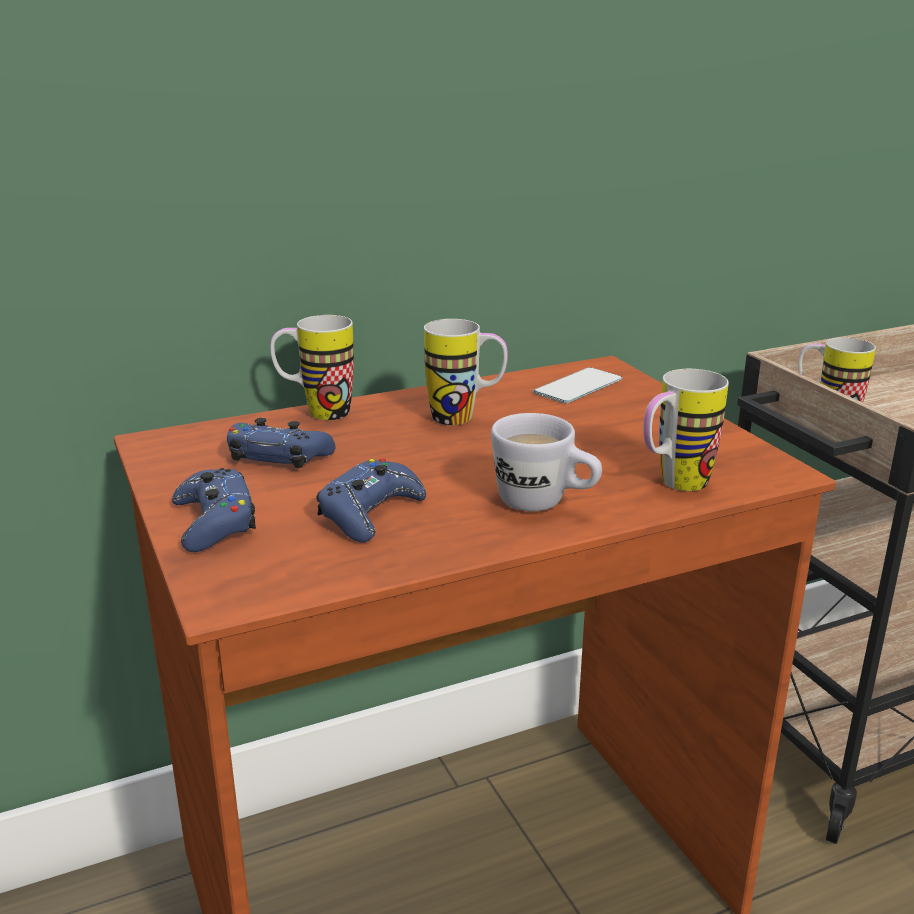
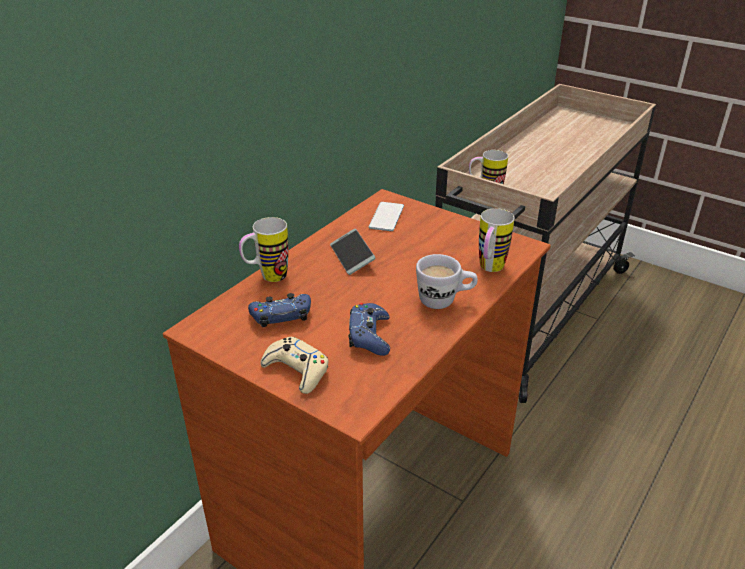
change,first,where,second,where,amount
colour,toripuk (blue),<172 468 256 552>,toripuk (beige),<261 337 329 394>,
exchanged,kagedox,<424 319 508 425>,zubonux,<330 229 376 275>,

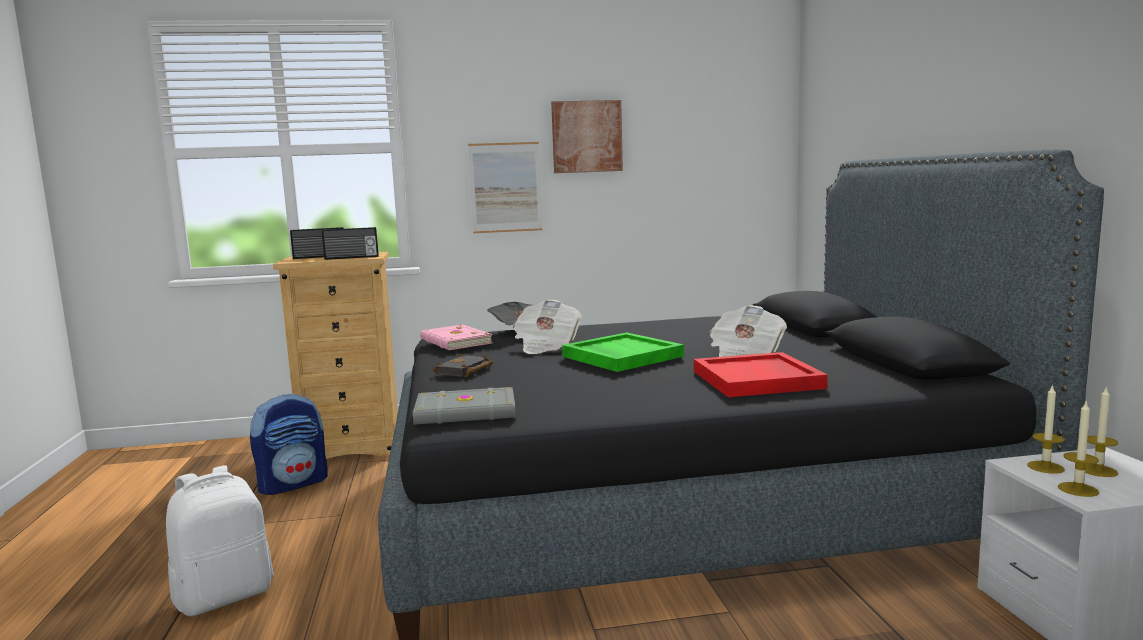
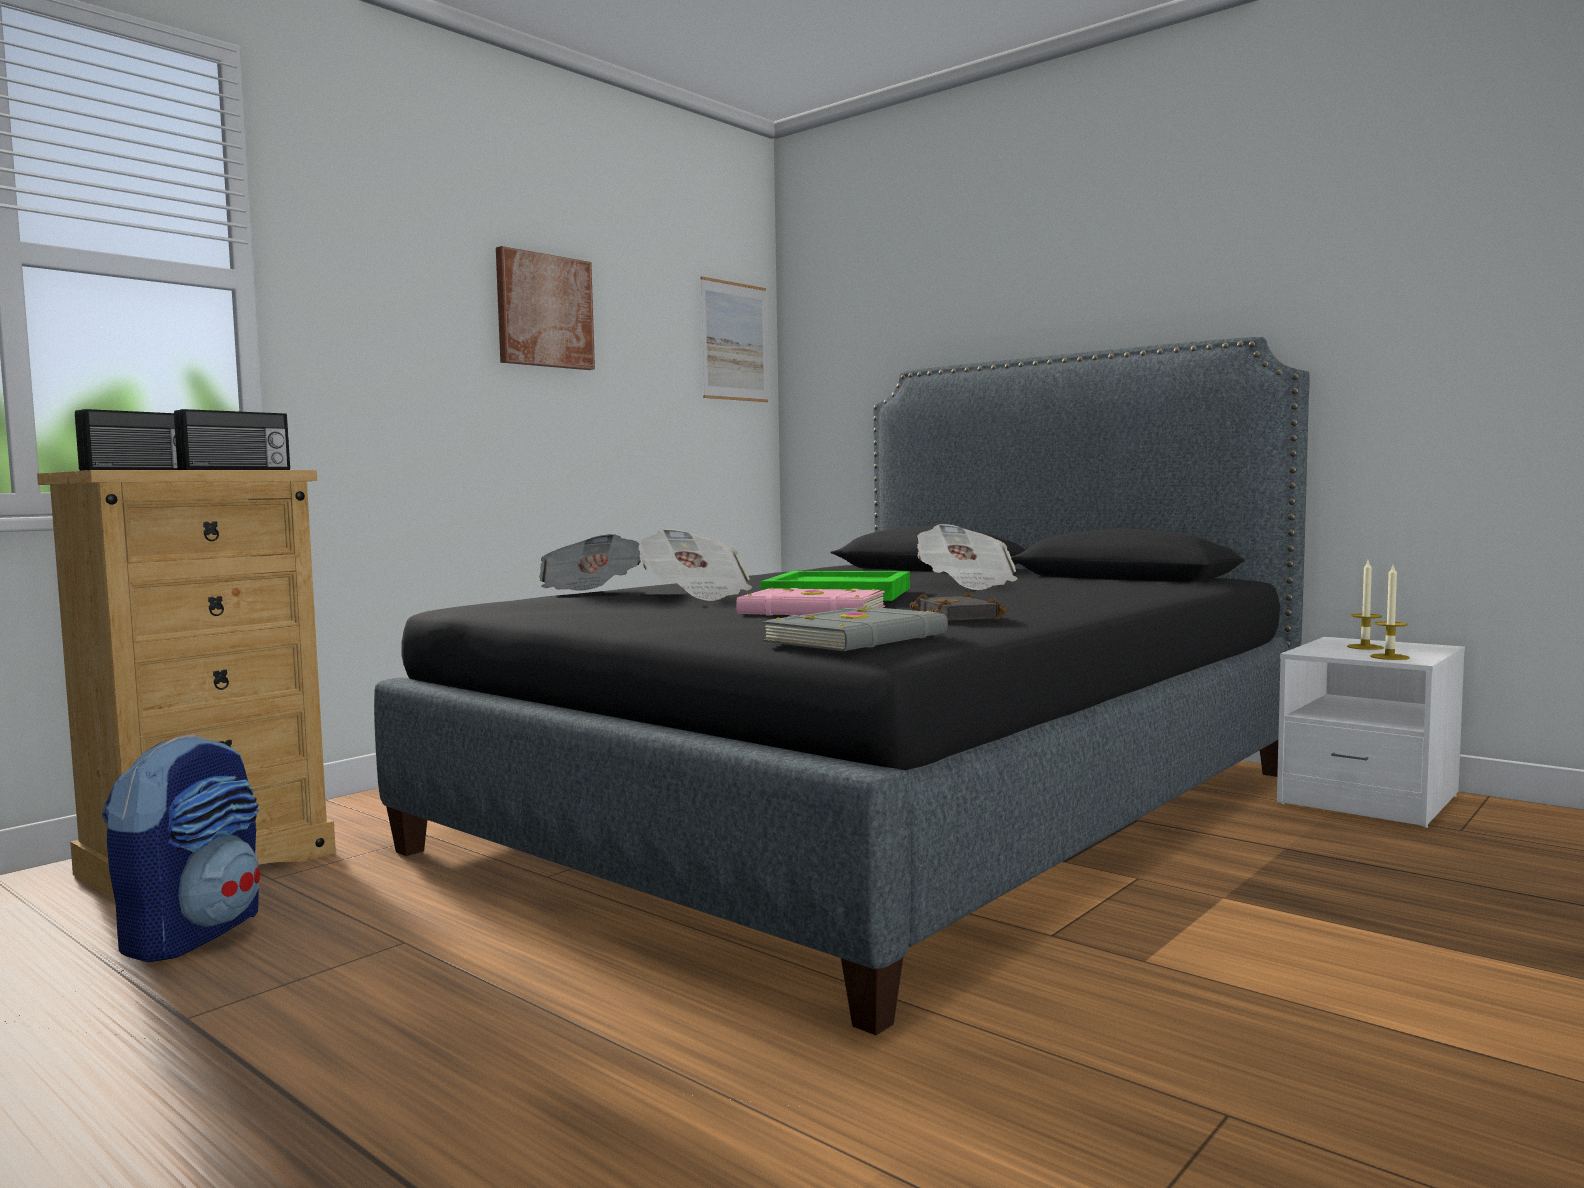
change,first,where,second,where,amount
relocated,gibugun,<468 142 543 233>,,<700 276 768 402>,
relocated,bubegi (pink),<420 325 493 350>,,<736 588 885 616>,
relocated,bubegi (black),<433 354 493 377>,,<910 592 1007 621>,
missing,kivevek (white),<166 465 274 616>,,,
missing,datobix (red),<694 352 828 397>,,,
missing,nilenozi,<1027 384 1065 474>,,,

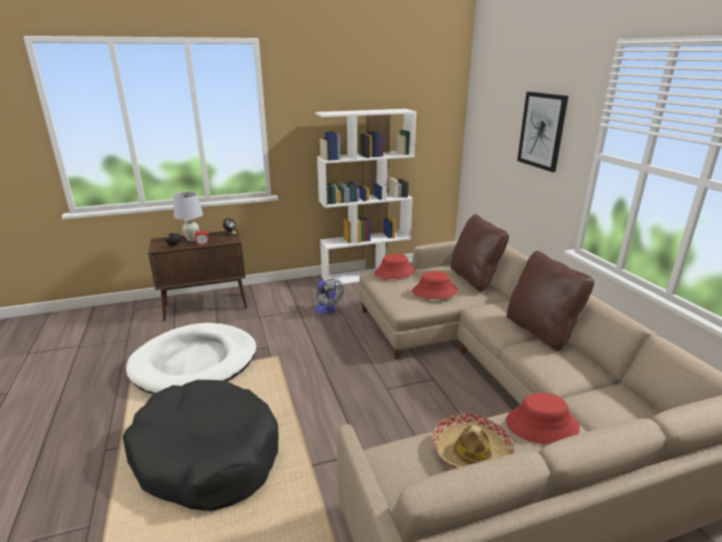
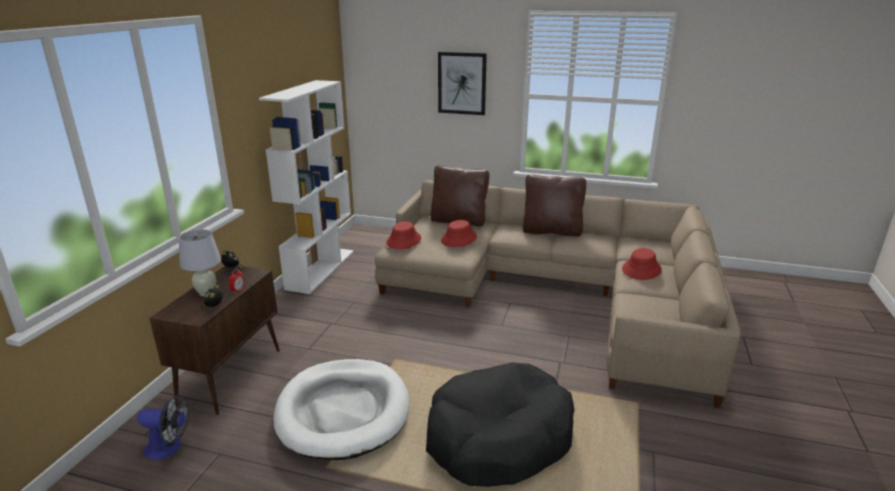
change,first,where,second,where,amount
relocated,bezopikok,<315 279 344 314>,,<137 395 190 460>,
missing,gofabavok,<433 413 515 469>,,,

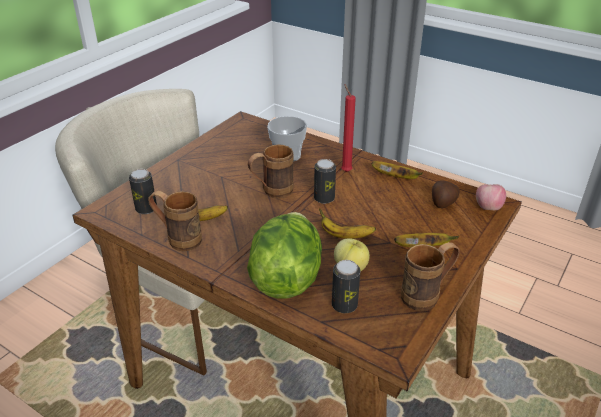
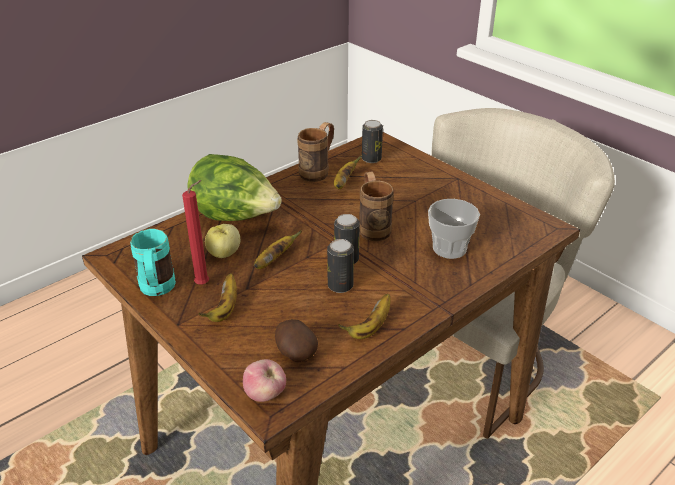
change,first,where,second,where,amount
colour,kagedox (brown),<401 242 460 311>,kagedox (turquoise),<130 229 176 296>,
relocated,nilenozi (red),<341 85 356 172>,,<182 180 209 285>,
relocated,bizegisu,<332 260 360 313>,,<327 239 354 293>,

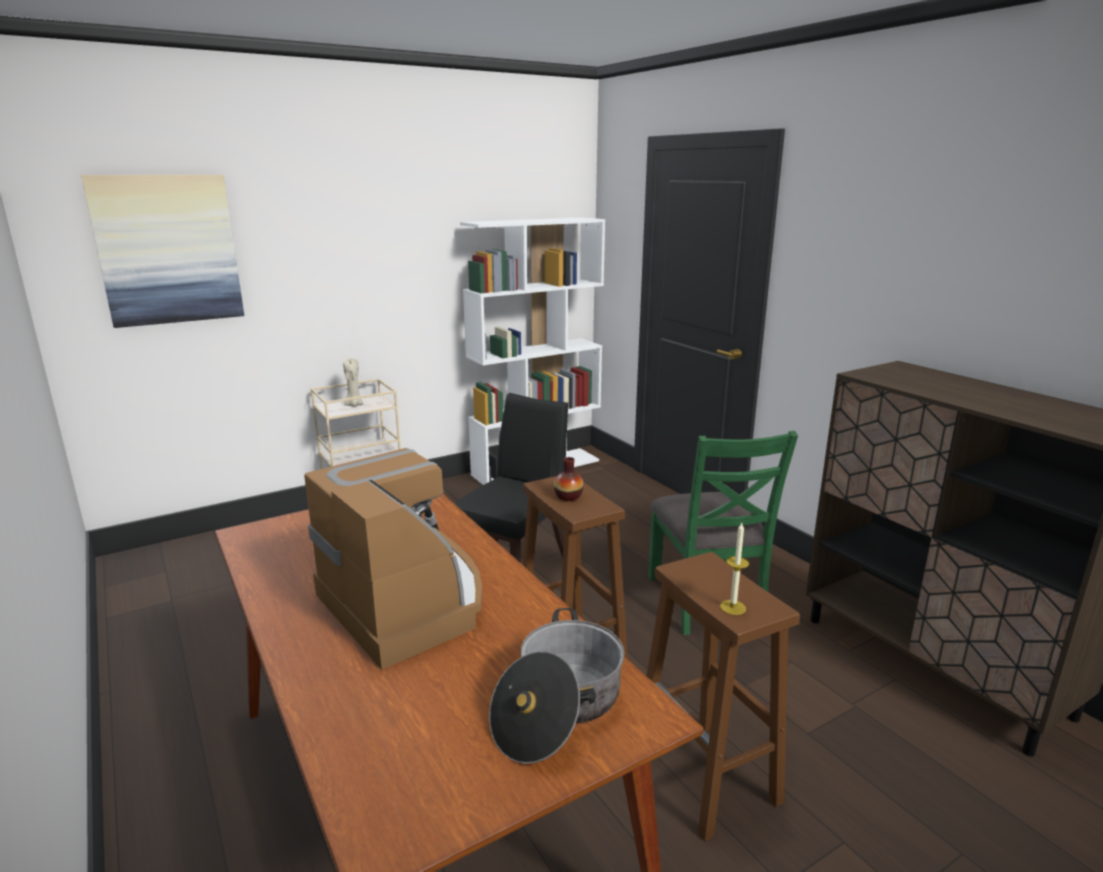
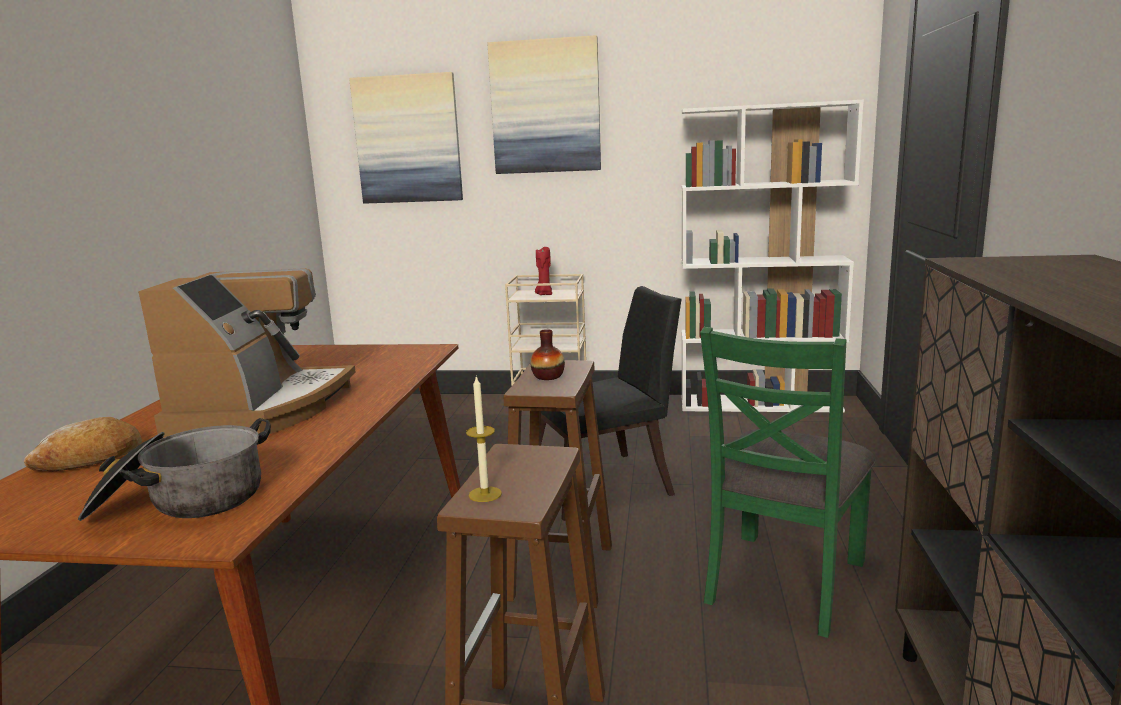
change,first,where,second,where,amount
appeared,,,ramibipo,<24 417 142 472>,
appeared,,,gibugun,<488 35 601 174>,
colour,nilenozi (beige),<343 358 364 407>,nilenozi (red),<535 247 552 295>,

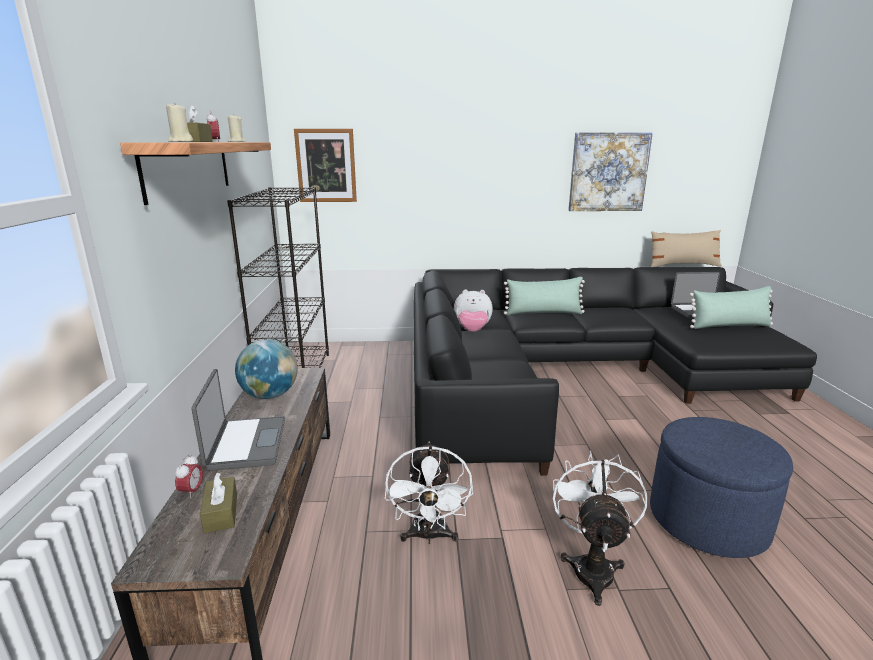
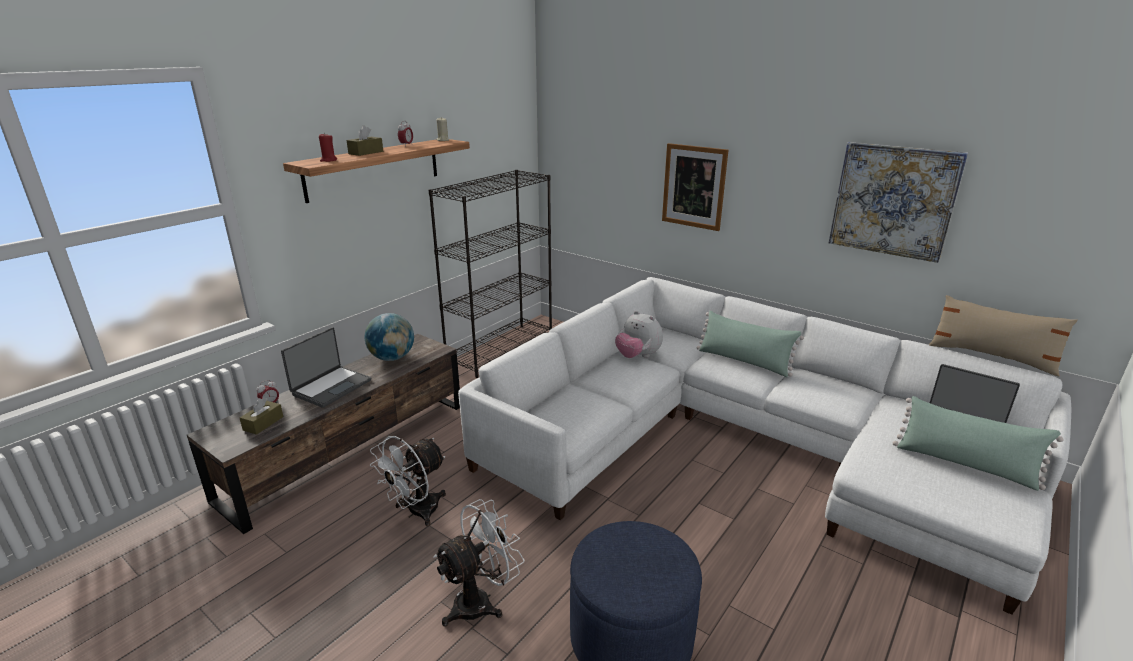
change,first,where,second,where,amount
colour,nilenozi (beige),<166 102 193 142>,nilenozi (red),<319 133 337 162>,
colour,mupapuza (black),<414 267 817 476>,mupapuza (white),<458 277 1071 615>,
relocated,gibugun,<294 129 357 202>,,<662 143 728 231>,

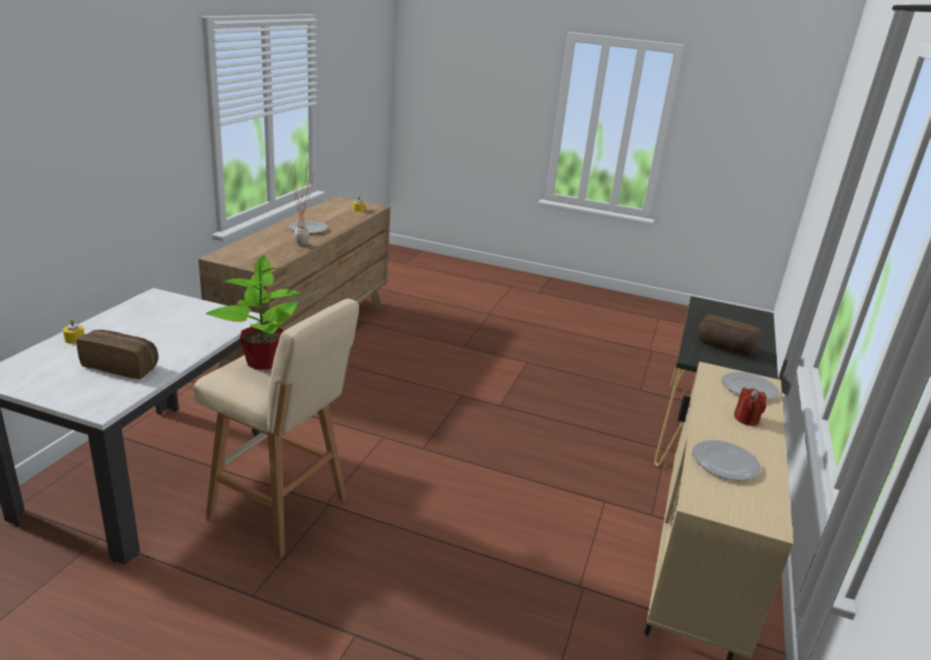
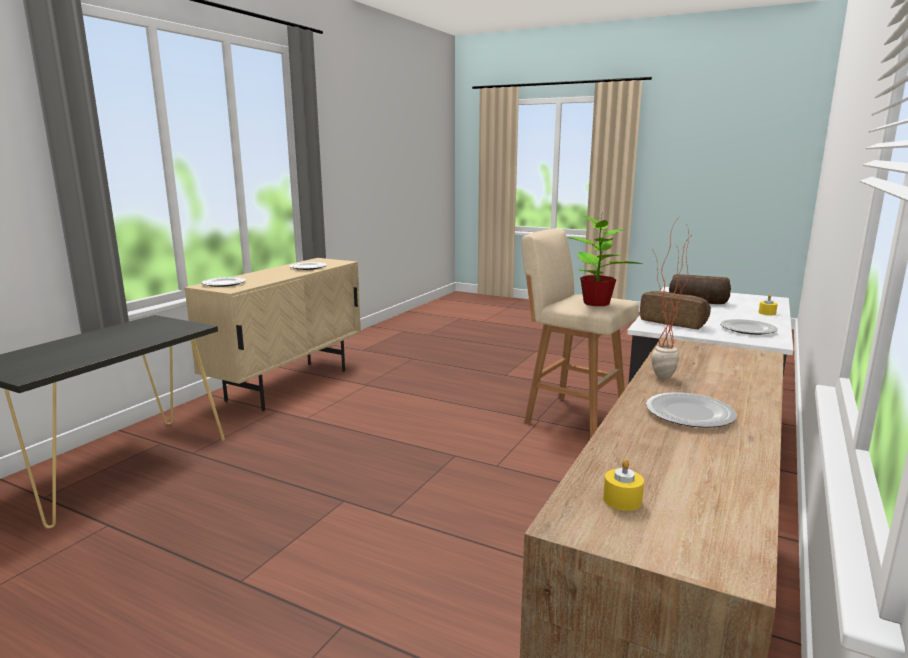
change,first,where,second,where,amount
relocated,ramibipo,<697 314 761 355>,,<640 291 711 329>,
appeared,,,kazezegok,<720 319 778 335>,
missing,nilenozi (red),<734 387 766 426>,,,

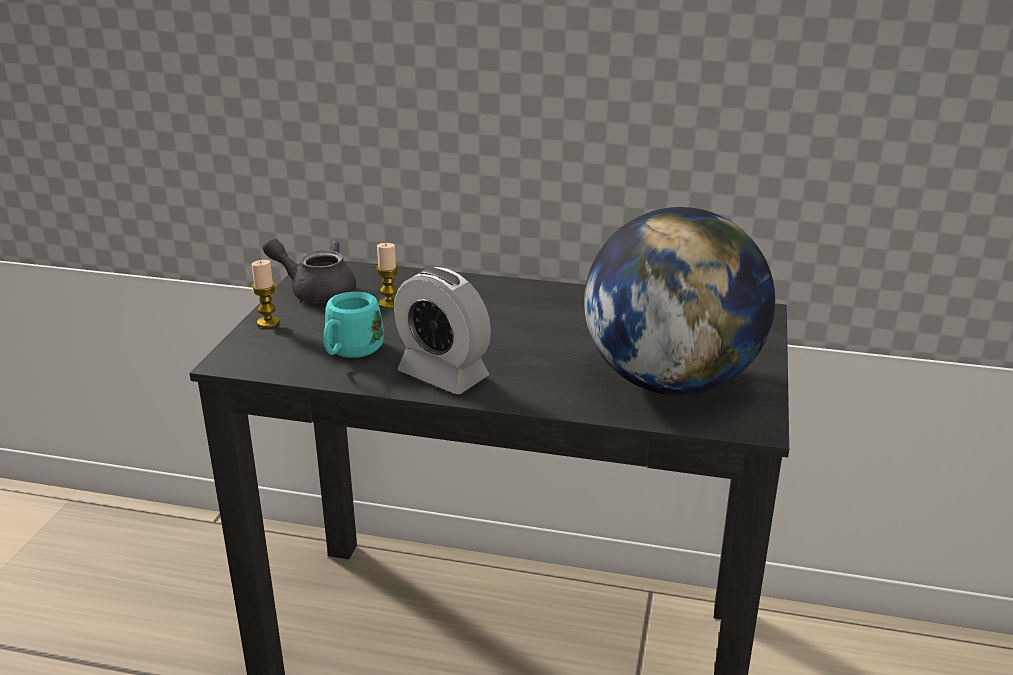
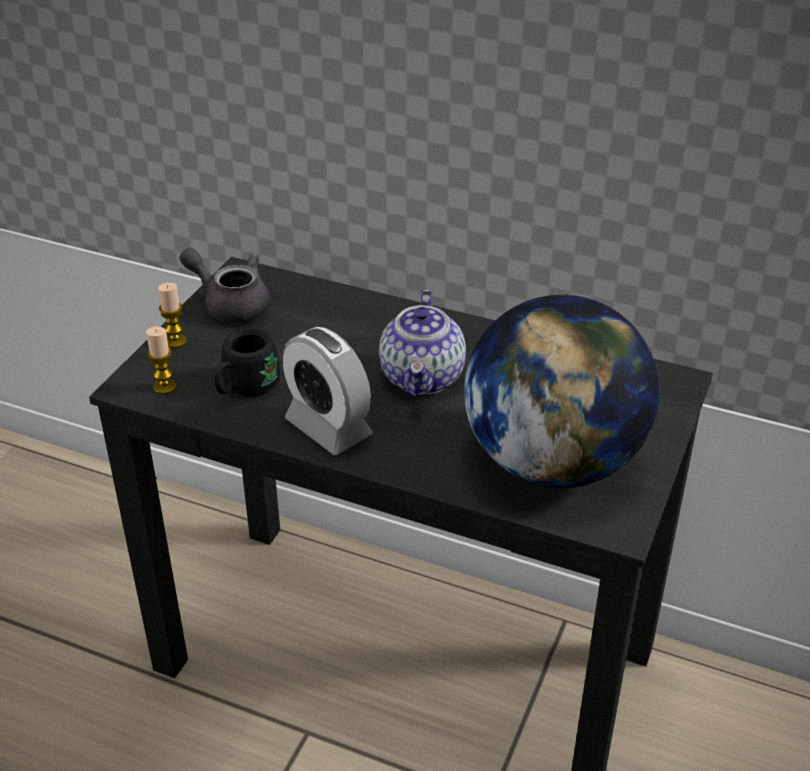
change,first,where,second,where,amount
relocated,nilenozi,<376 243 398 309>,,<146 327 177 394>,
colour,kagedox (turquoise),<323 292 384 358>,kagedox (black),<214 328 280 397>,
appeared,,,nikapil,<379 290 466 398>,

